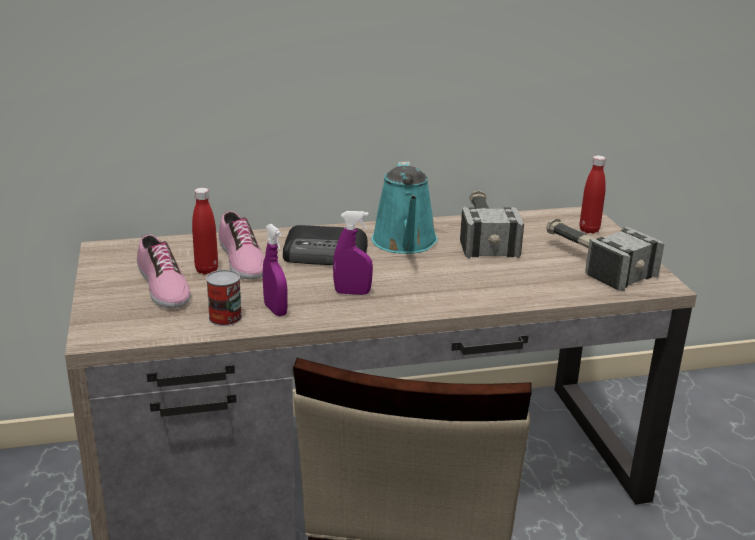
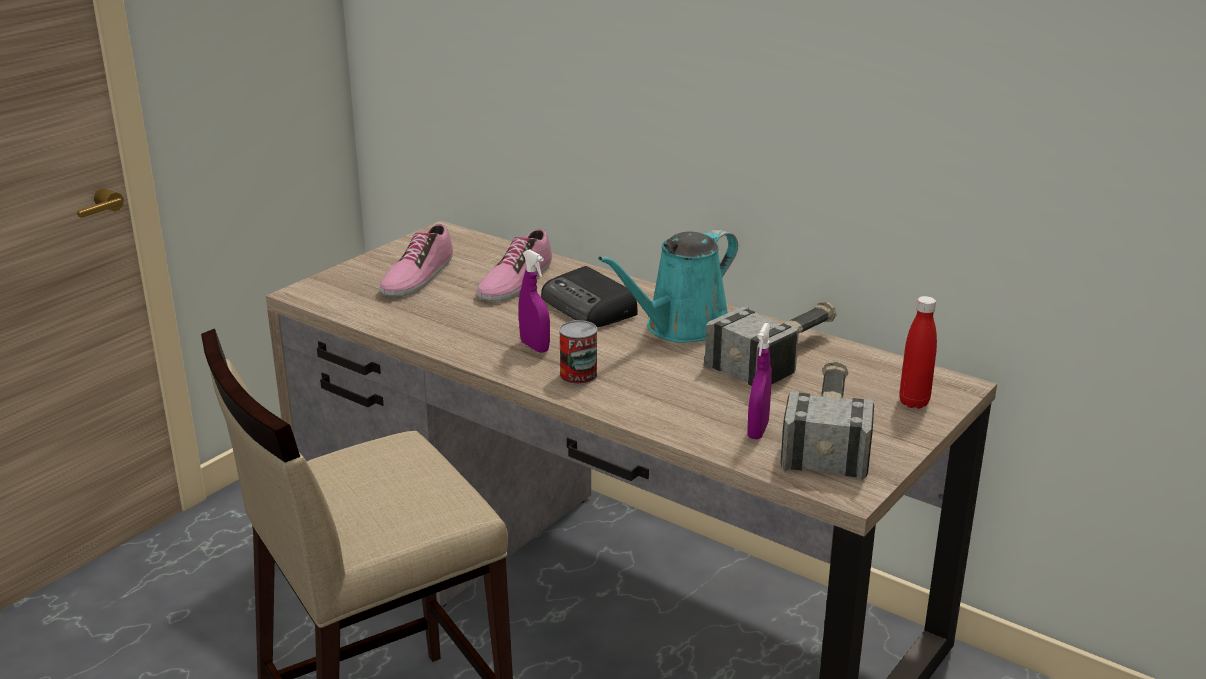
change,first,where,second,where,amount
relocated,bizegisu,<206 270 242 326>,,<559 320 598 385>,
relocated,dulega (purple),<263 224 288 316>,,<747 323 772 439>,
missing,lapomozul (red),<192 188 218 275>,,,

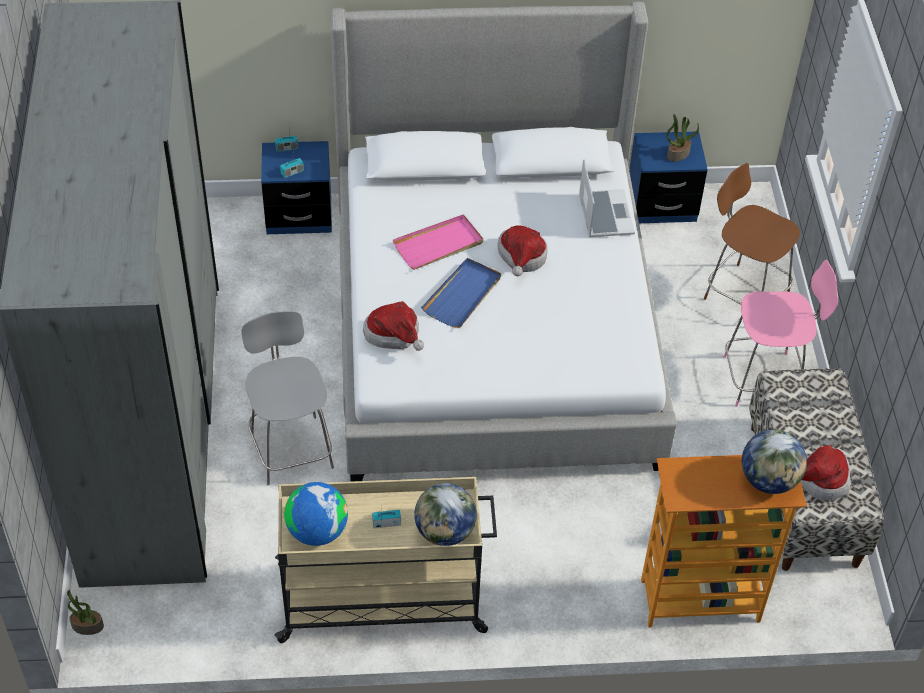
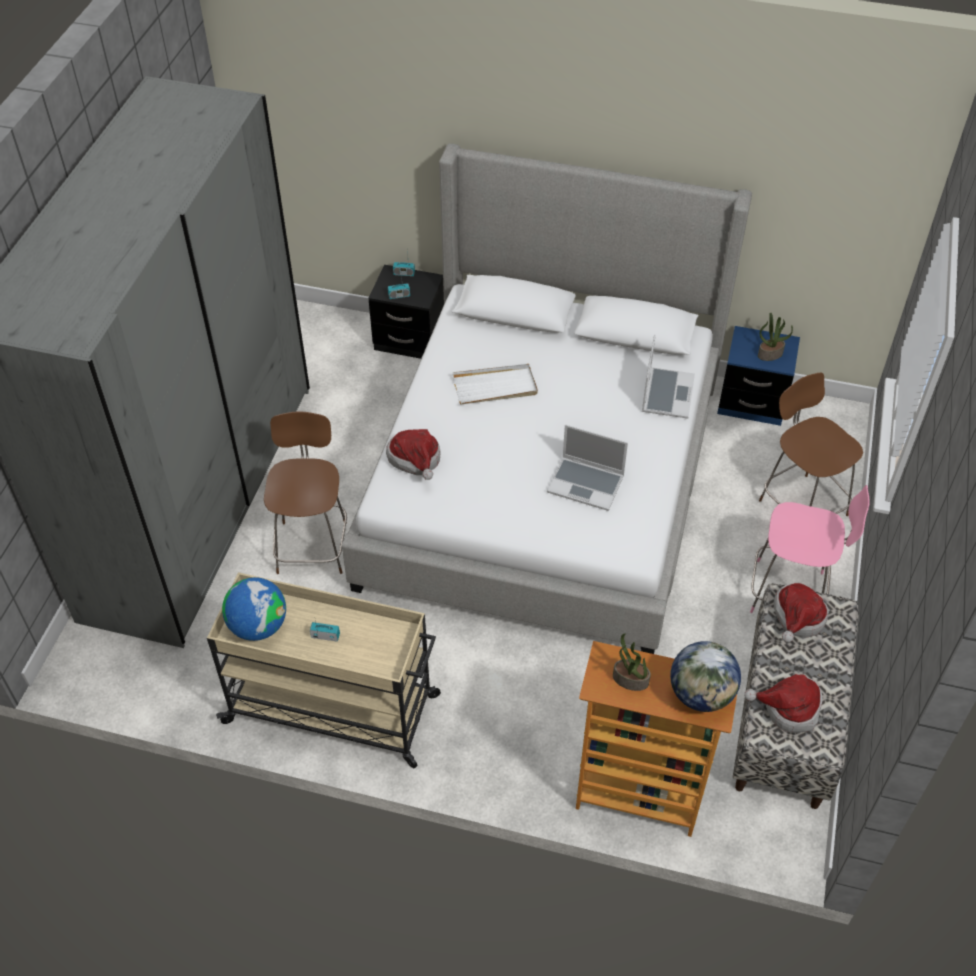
change,first,where,second,where,amount
colour,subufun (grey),<241 311 334 485>,subufun (brown),<264 411 347 574>,
colour,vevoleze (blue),<261 141 332 234>,vevoleze (black),<368 265 444 359>,
colour,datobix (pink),<393 214 483 270>,datobix (white),<452 364 538 404>,
appeared,,,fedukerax,<547 425 628 511>,
relocated,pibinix,<67 590 104 635>,,<613 633 651 691>,
relocated,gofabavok,<498 225 548 276>,,<774 583 829 643>,
missing,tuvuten,<414 483 477 546>,,,
missing,datobix (blue),<421 258 501 328>,,,

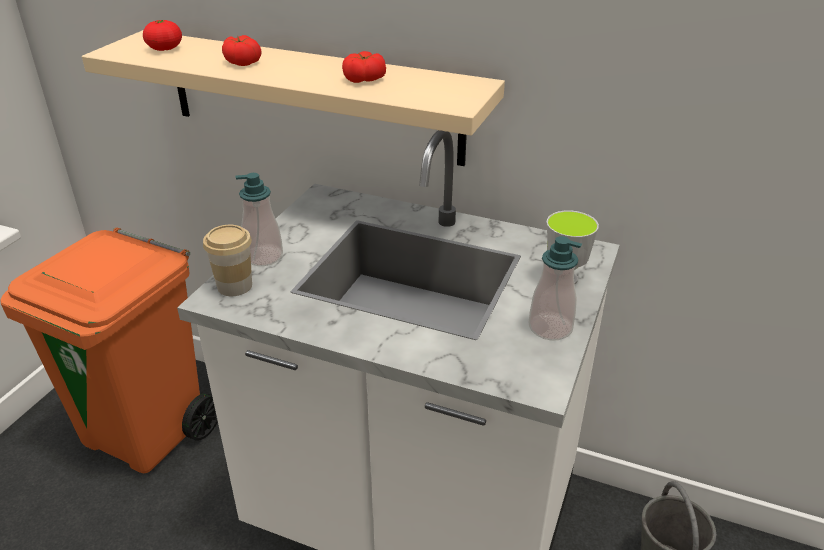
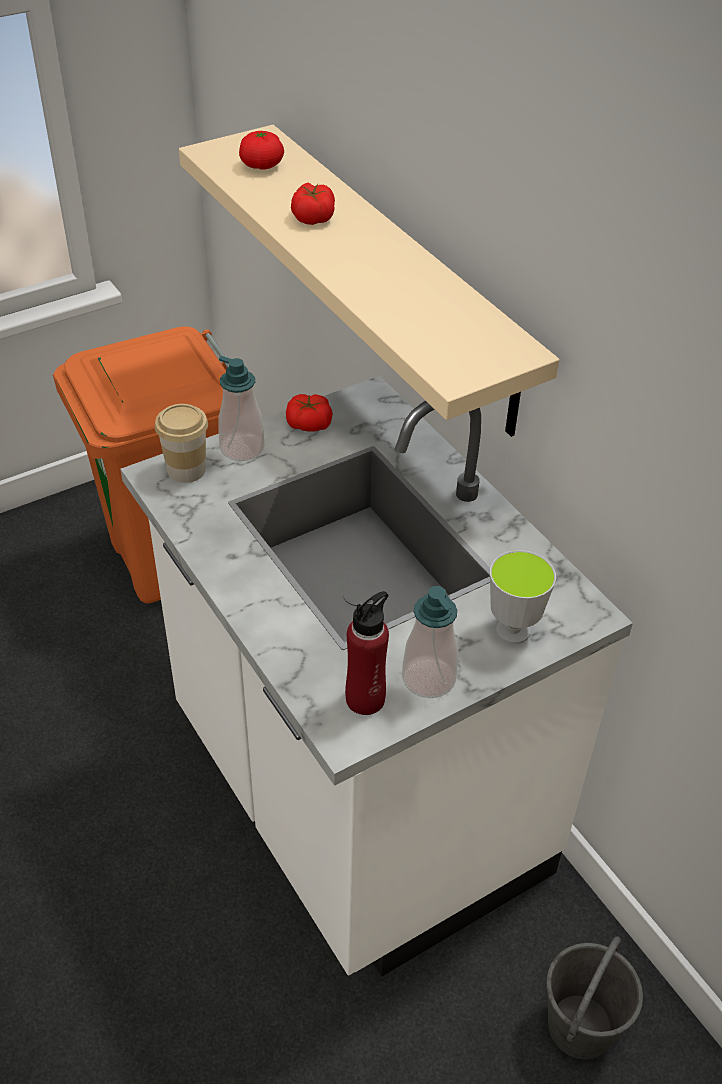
change,first,where,second,where,amount
relocated,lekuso,<342 51 386 83>,,<286 394 333 432>,
appeared,,,lapomozul (red),<345 591 389 715>,

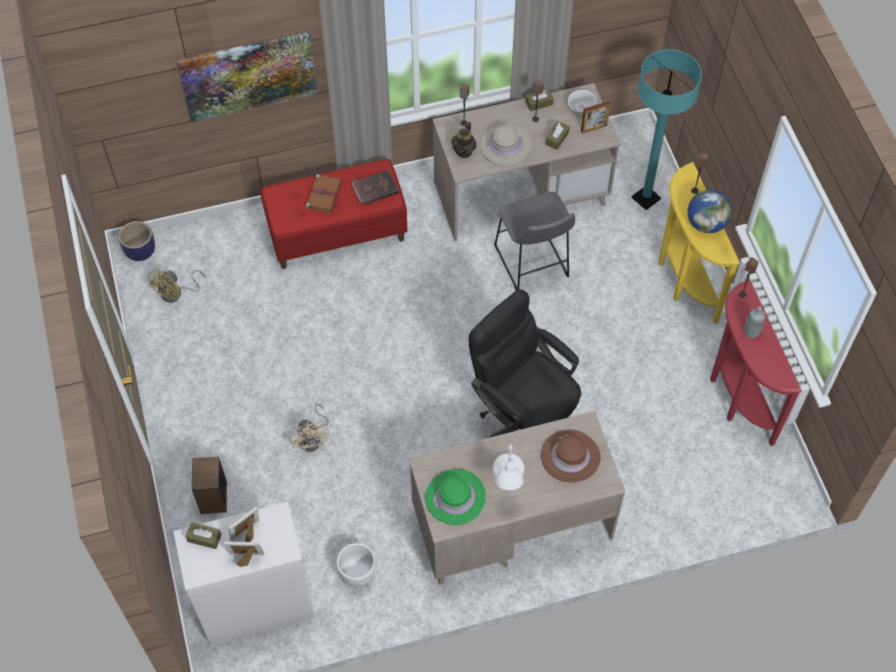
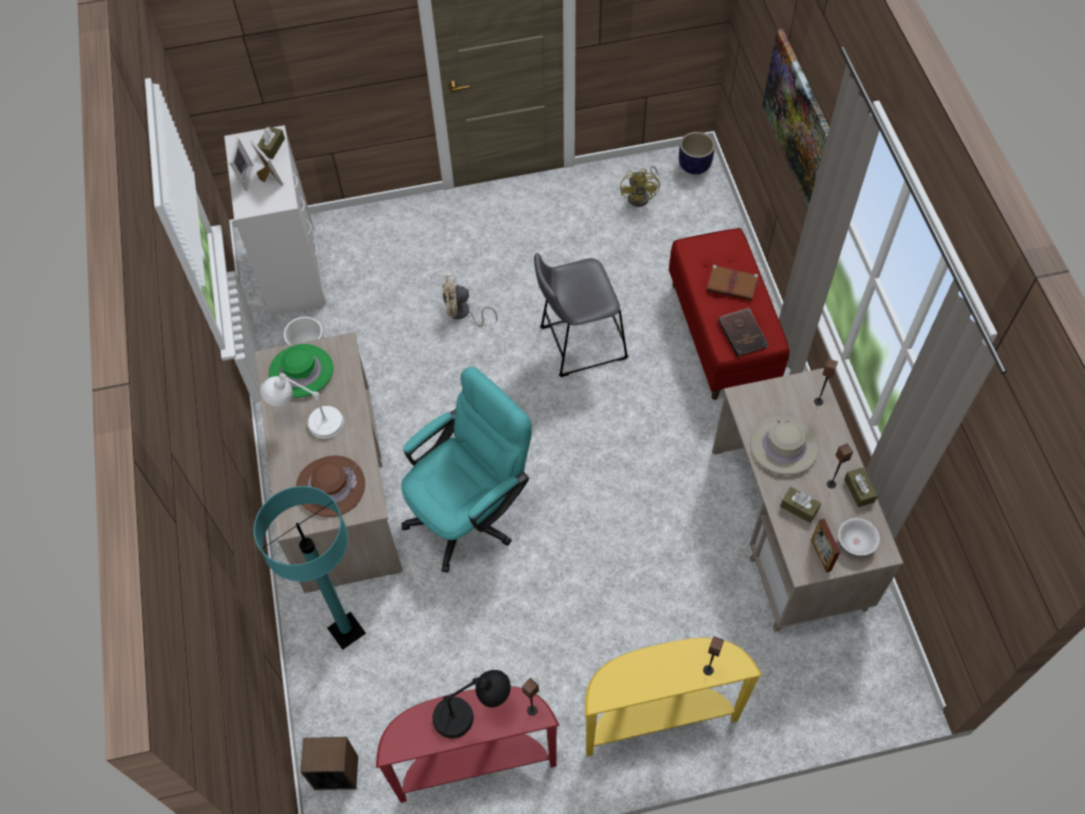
change,first,where,second,where,amount
relocated,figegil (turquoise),<631 49 702 210>,,<254 486 366 650>,
relocated,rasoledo,<192 456 227 514>,,<300 737 358 790>,
colour,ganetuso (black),<469 289 581 438>,ganetuso (turquoise),<401 367 532 573>,
exchanged,lapomozul (grey),<744 307 765 338>,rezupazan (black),<432 670 511 738>,
relocated,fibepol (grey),<494 192 575 290>,,<534 253 629 377>,
spun,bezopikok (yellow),<148 268 205 303>,,<620 166 660 207>,120 degrees counterclockwise
missing,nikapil,<451 122 476 158>,,,
missing,tuvuten,<688 189 732 233>,,,

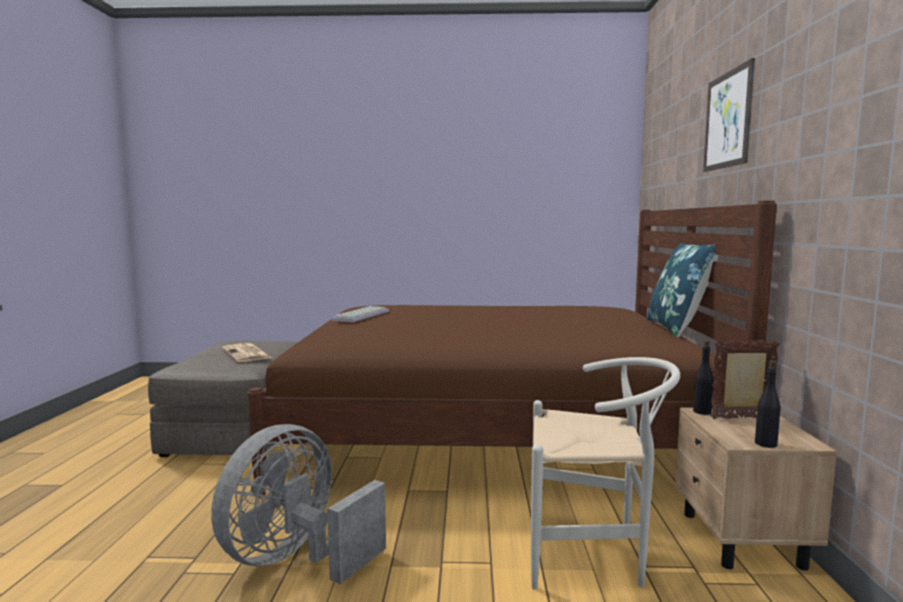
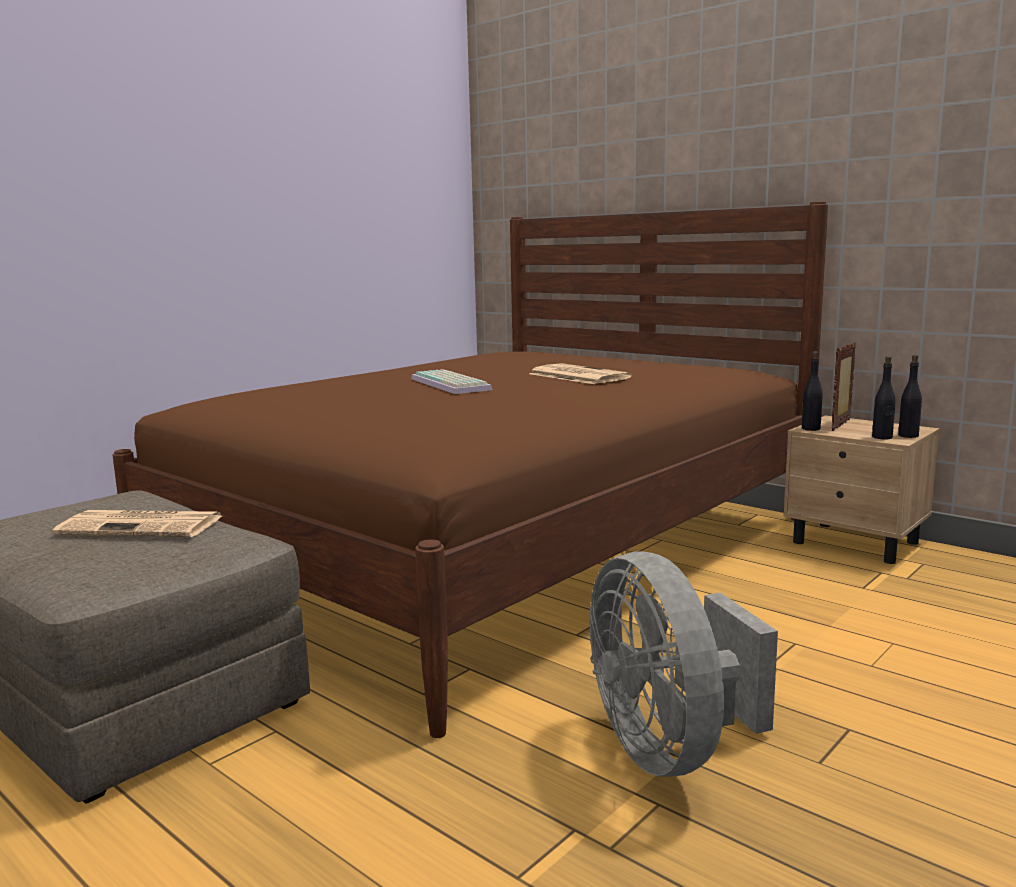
change,first,where,second,where,amount
relocated,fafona,<332 306 389 322>,,<411 369 492 394>,
appeared,,,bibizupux,<529 363 632 384>,
appeared,,,lapomozul (black),<872 356 895 439>,
missing,subufun (white),<531 357 680 590>,,,
missing,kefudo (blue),<647 244 718 338>,,,
missing,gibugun,<703 58 755 172>,,,

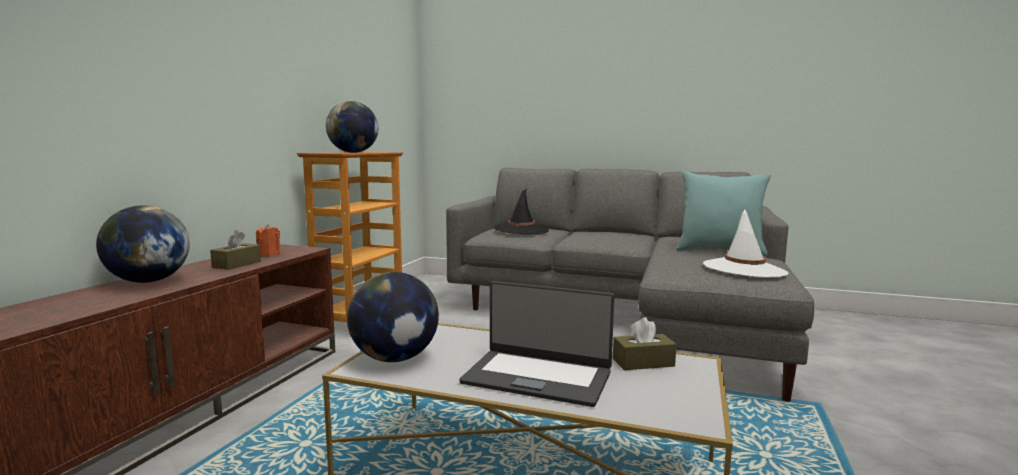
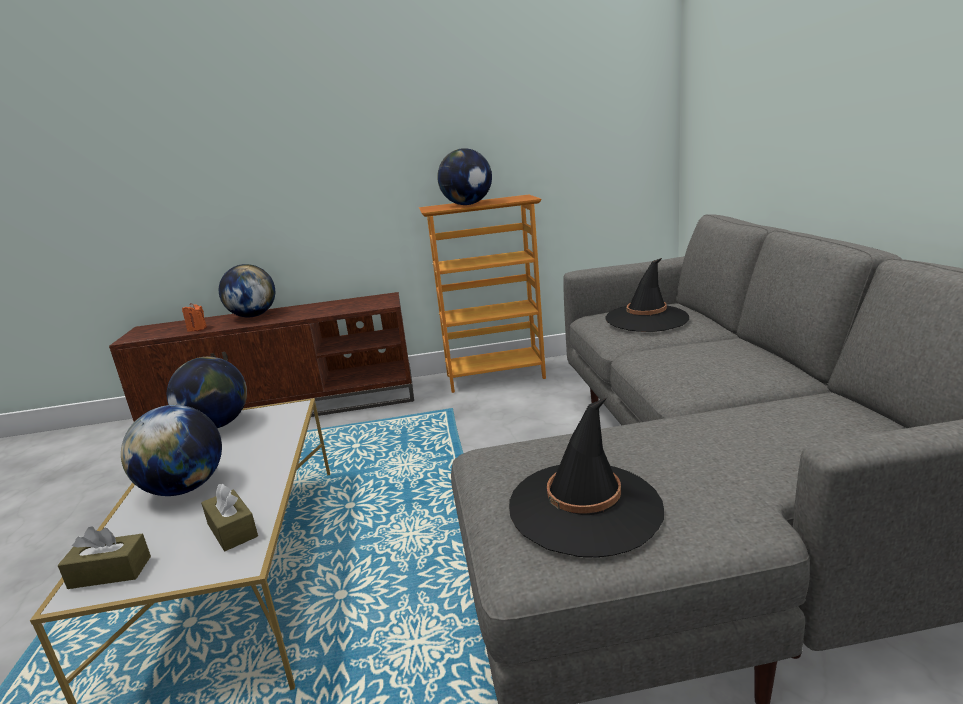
change,first,where,second,where,amount
relocated,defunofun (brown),<210 230 261 270>,,<58 526 151 589>,
exchanged,fedukerax,<460 281 615 407>,tuvuten,<121 405 222 496>,
relocated,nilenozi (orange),<256 224 280 256>,,<182 303 207 331>,
colour,gofabavok (white),<703 210 789 278>,gofabavok (black),<509 398 664 557>,
missing,kefudo (turquoise),<676 171 771 256>,,,

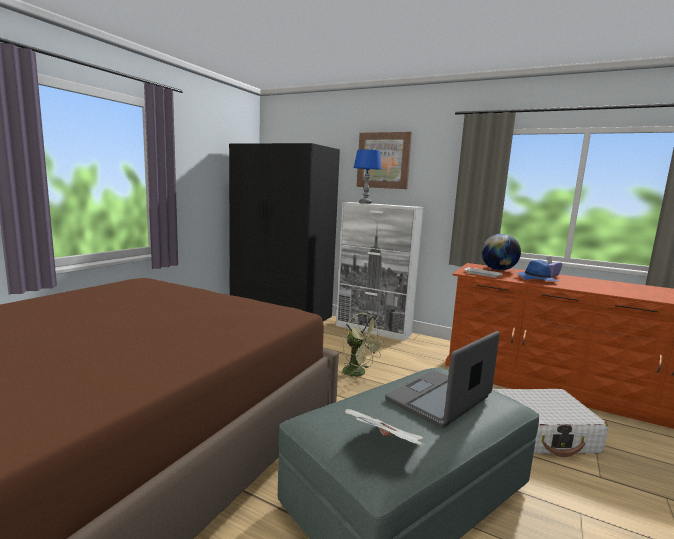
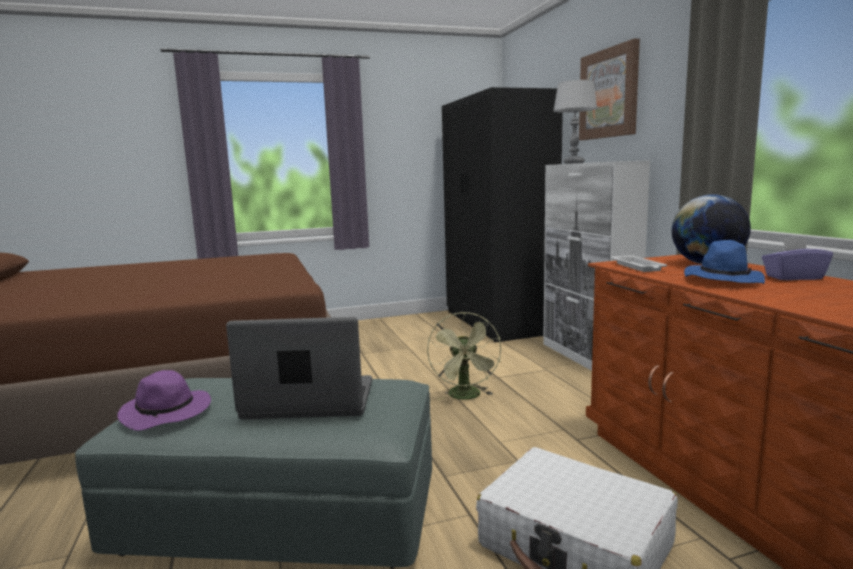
change,first,where,second,where,amount
exchanged,bibizupux,<345 409 425 447>,gofabavok (purple),<117 370 211 431>,
colour,rezupazan (blue),<353 150 382 204>,rezupazan (grey),<553 80 598 164>,

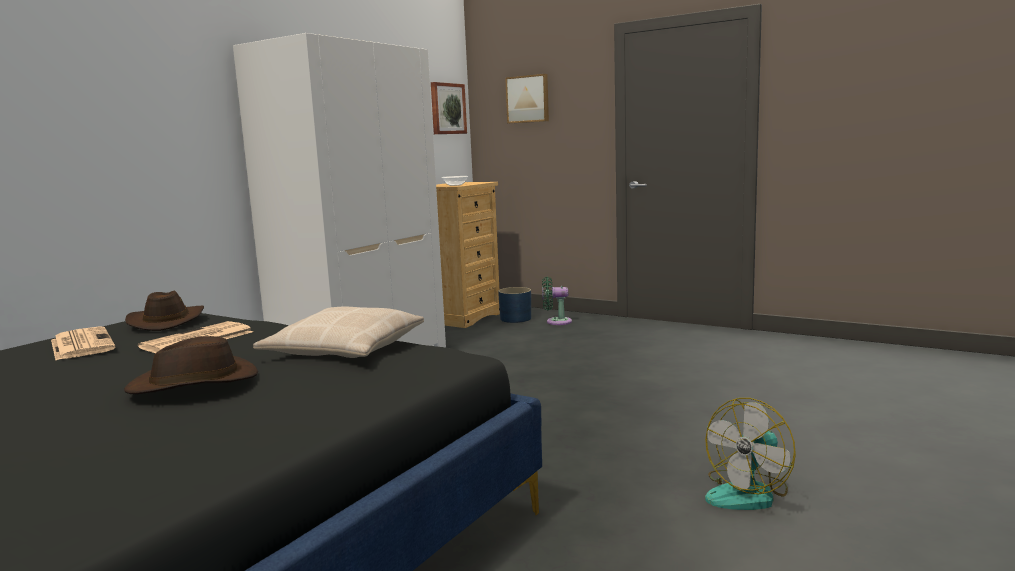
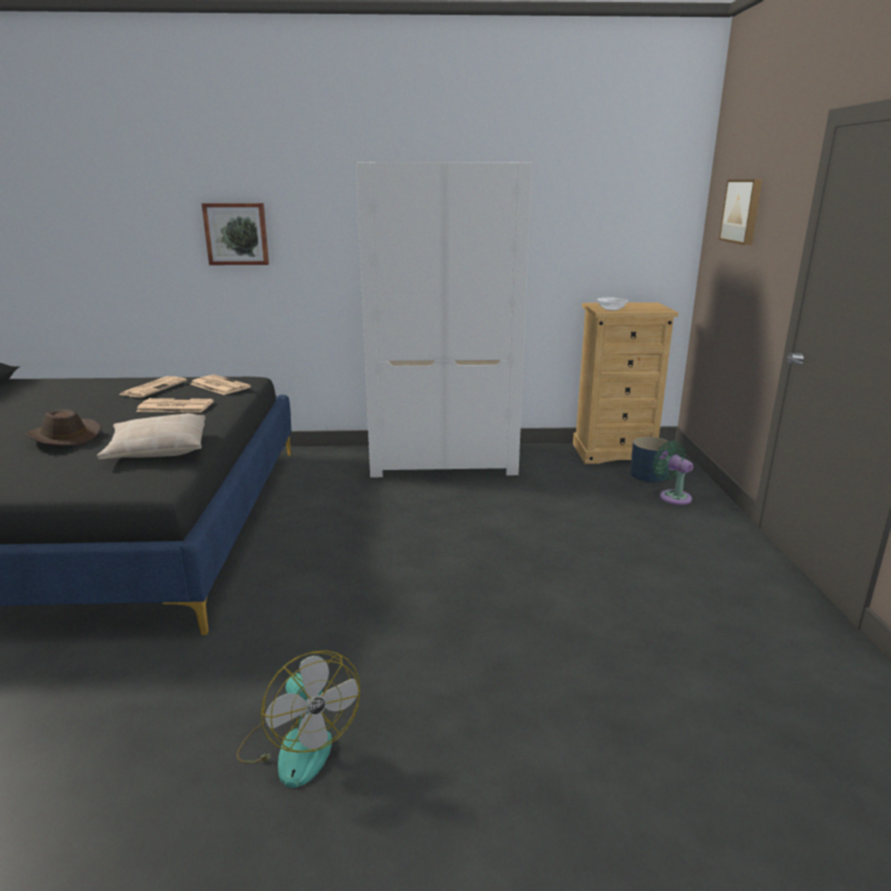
change,first,where,second,where,amount
exchanged,gofabavok (brown),<125 290 204 331>,bibizupux,<191 375 251 395>,
relocated,gibugun,<431 82 467 134>,,<201 203 269 265>,
spun,bezopikok,<705 398 796 510>,,<236 650 360 788>,135 degrees counterclockwise

